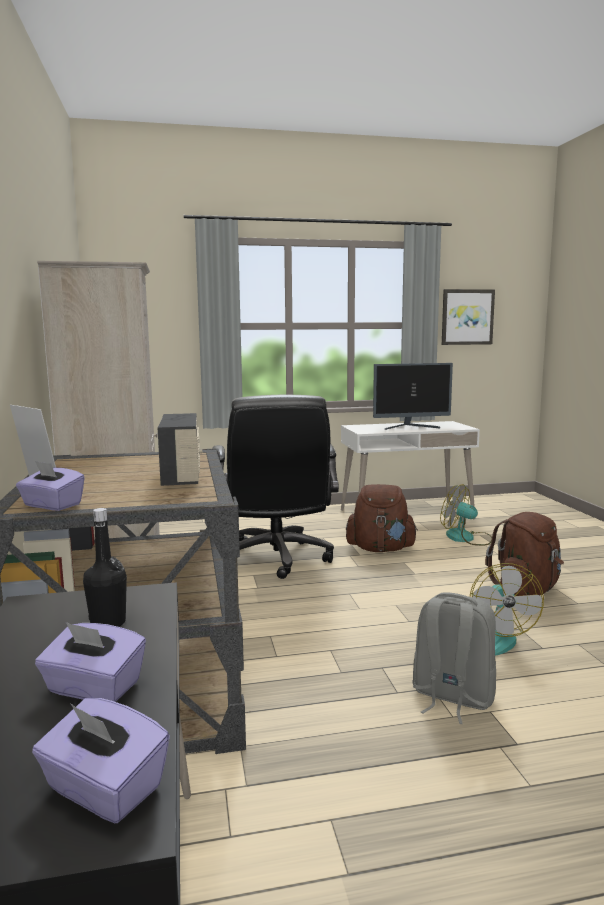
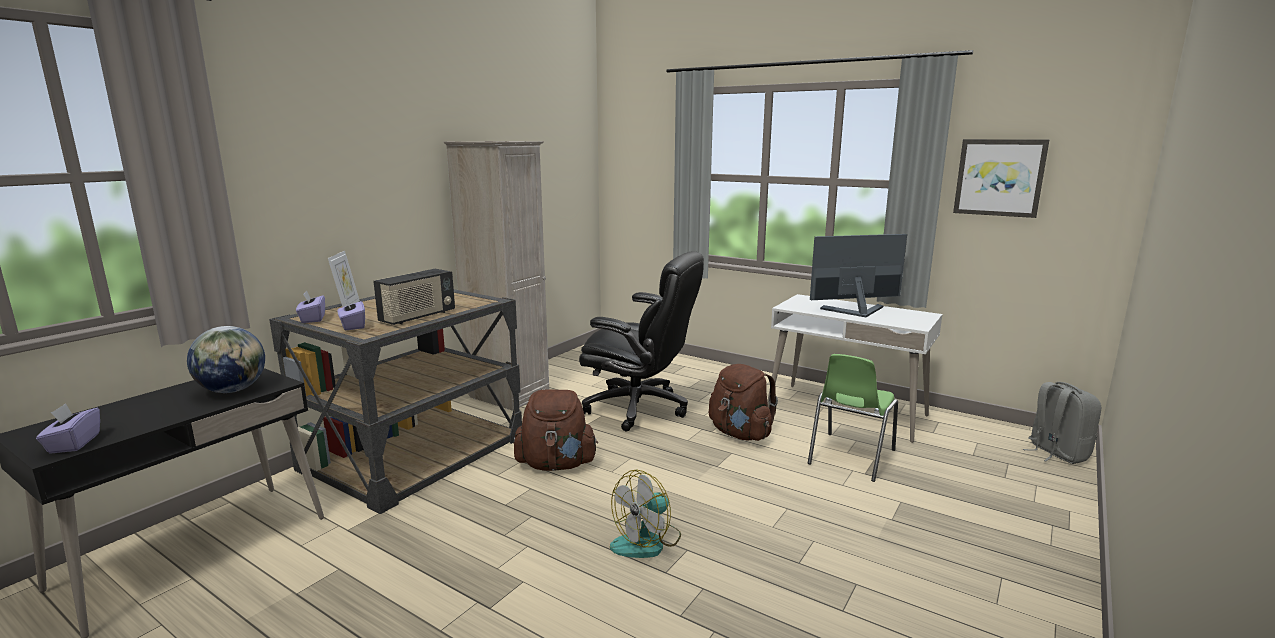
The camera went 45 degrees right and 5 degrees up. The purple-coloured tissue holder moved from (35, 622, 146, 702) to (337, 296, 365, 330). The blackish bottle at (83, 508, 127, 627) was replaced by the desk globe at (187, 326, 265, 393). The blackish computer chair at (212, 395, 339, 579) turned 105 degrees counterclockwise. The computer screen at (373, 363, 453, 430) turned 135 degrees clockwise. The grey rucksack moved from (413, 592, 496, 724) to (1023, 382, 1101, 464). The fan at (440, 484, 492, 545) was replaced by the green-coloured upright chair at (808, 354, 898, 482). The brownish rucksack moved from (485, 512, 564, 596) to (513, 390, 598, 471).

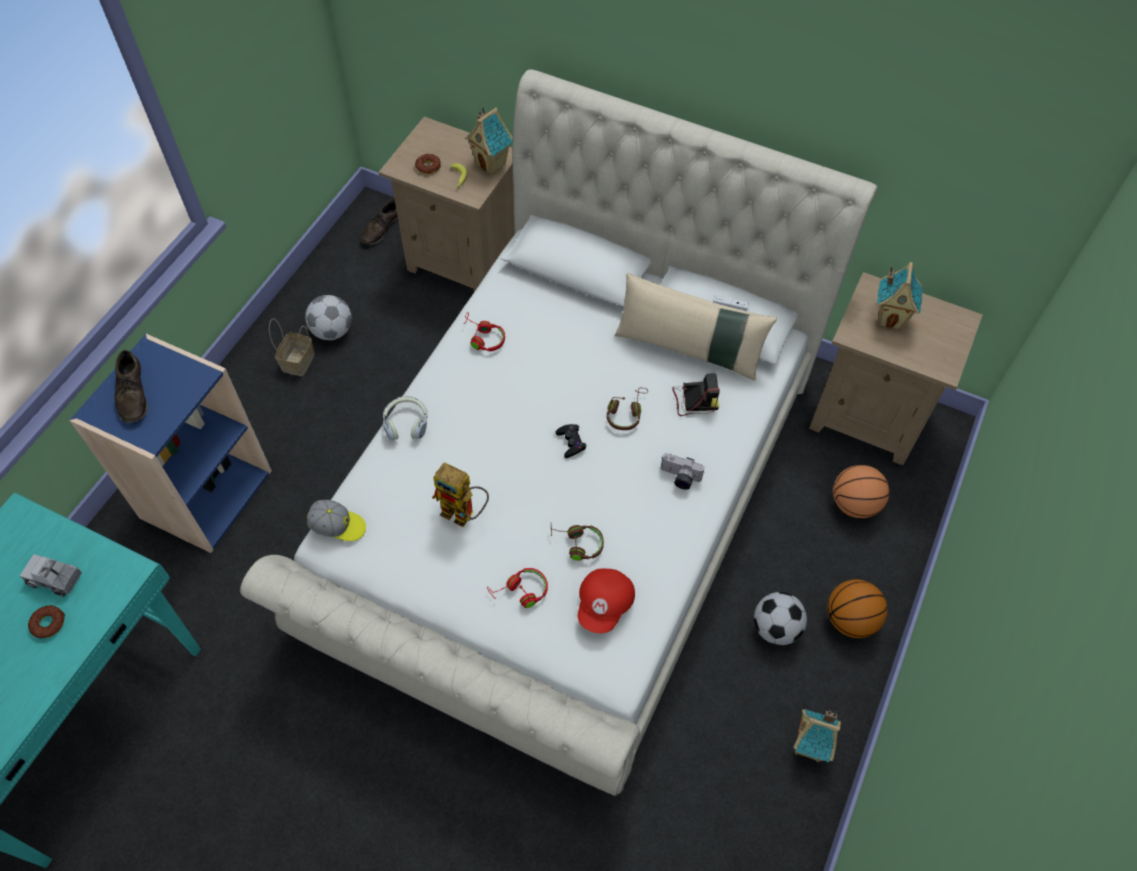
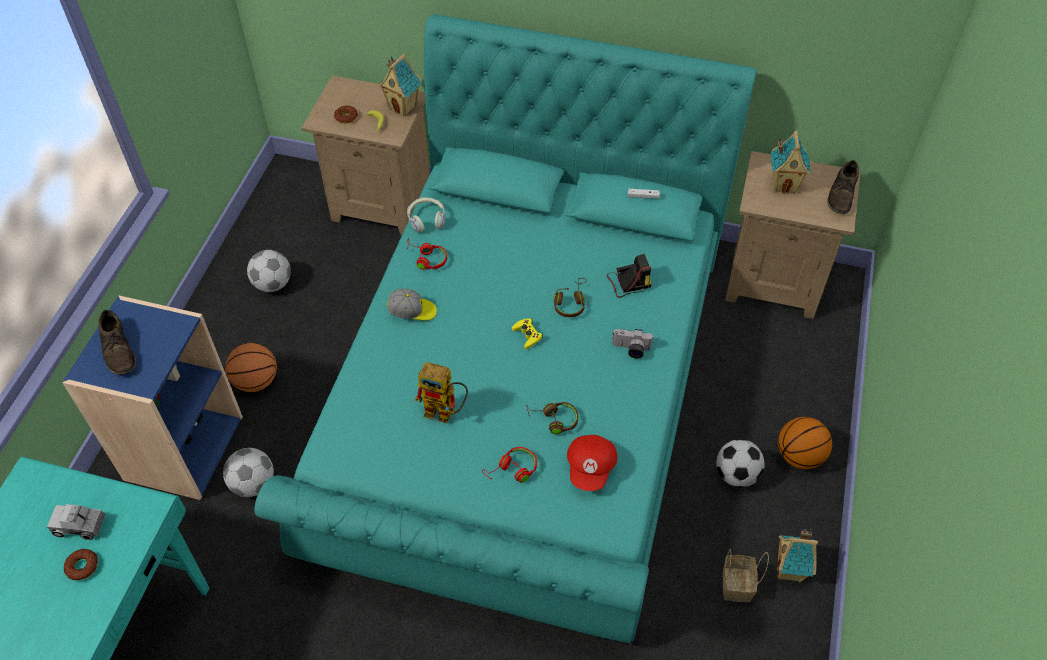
The camera went 10 degrees left and 5 degrees down. The beige sleeping bed at (240, 69, 877, 796) became the turquoise-coloured sleeping bed at (254, 14, 757, 643). The household basket moved from (269, 319, 315, 376) to (723, 549, 769, 602). The cap moved from (307, 500, 366, 541) to (387, 289, 437, 321). The brownish item of footwear moved from (360, 199, 398, 245) to (827, 160, 859, 214). The headphones moved from (383, 396, 427, 440) to (407, 197, 446, 232). The blackish joypad at (555, 424, 586, 458) became the yellow-coloured joypad at (512, 318, 543, 349). The beige cushion at (615, 273, 777, 381) disappeared. The ball for basketball moved from (833, 465, 890, 518) to (225, 343, 277, 392). The ball for football at (223, 448, 274, 497) appeared.

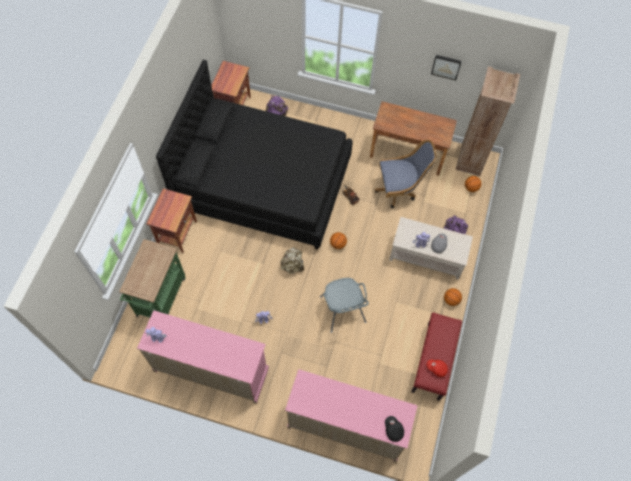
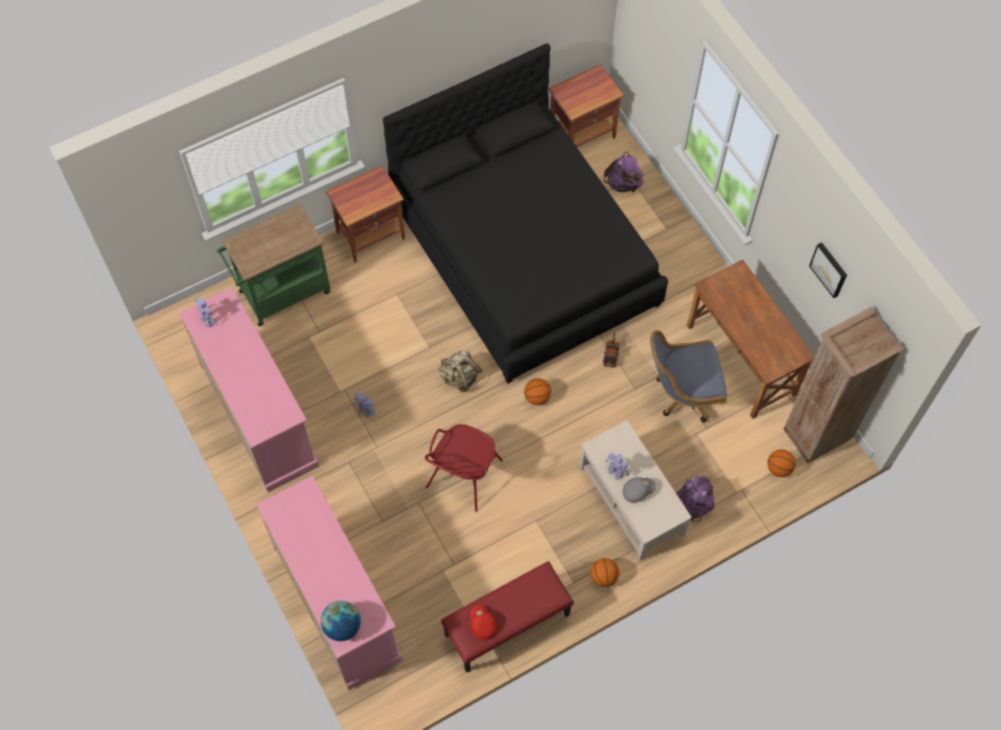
The camera went 45 degrees right and 0 degrees up. The grey upright chair at (320, 278, 369, 333) became the red upright chair at (425, 424, 503, 513). The blue-coloured computer chair at (375, 140, 436, 208) turned 135 degrees clockwise. The blackish cap at (385, 416, 404, 442) was replaced by the desk globe at (321, 601, 361, 641).

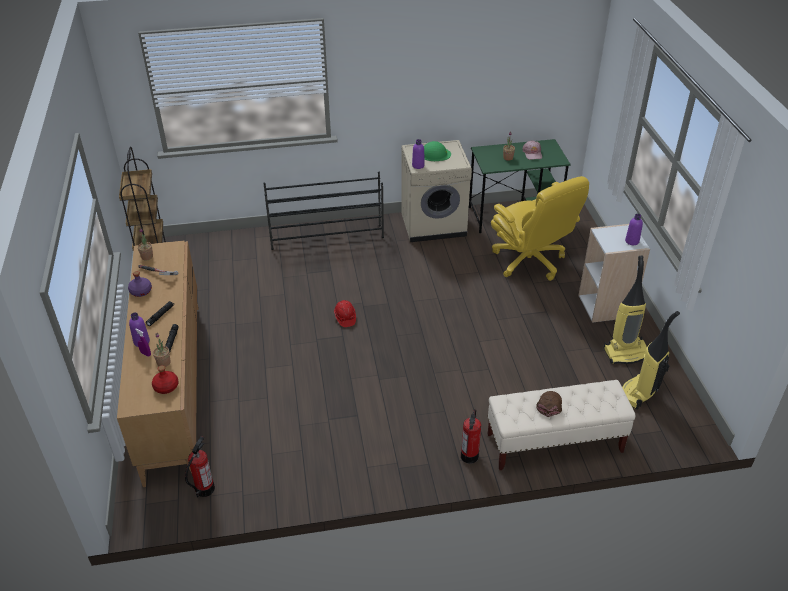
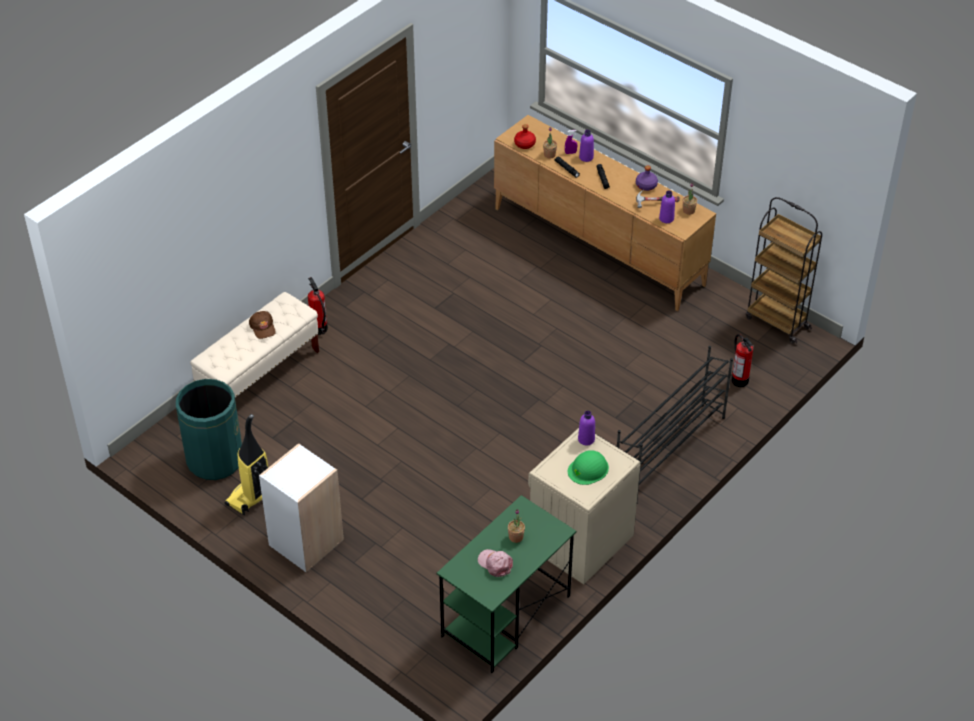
The camera went 140 degrees right and 5 degrees up. The fire-fighting cylinder moved from (185, 436, 215, 498) to (731, 334, 753, 387). The red hard hat at (334, 300, 356, 327) disappeared. The yellow-coloured computer chair at (491, 176, 589, 281) disappeared. The vacuum cleaner at (622, 311, 680, 410) was replaced by the green-coloured rubbish bin at (176, 379, 242, 480). The purple-coloured bottle moved from (625, 214, 643, 245) to (659, 190, 675, 223).

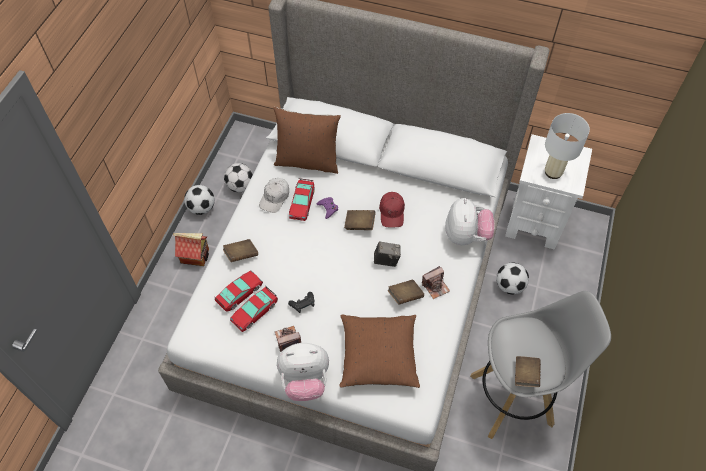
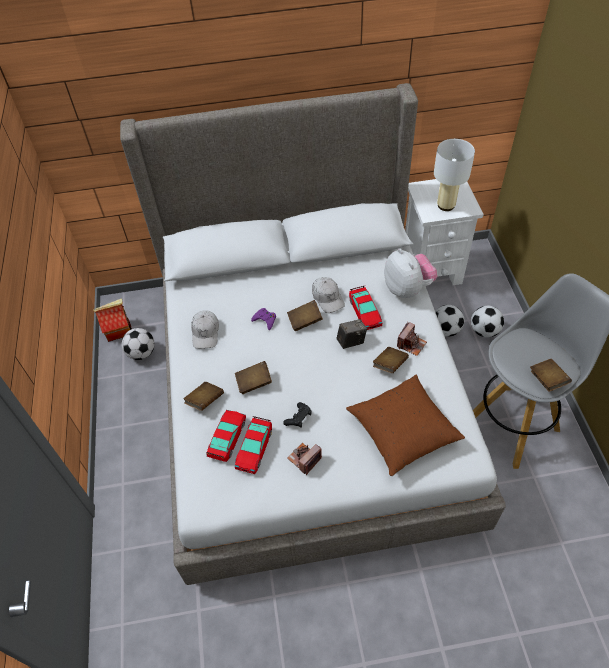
The camera went 25 degrees left and 5 degrees down. The miniature house moved from (173, 233, 209, 266) to (93, 298, 132, 342). The ball for football moved from (184, 185, 215, 215) to (471, 306, 504, 338). The brownish cushion at (273, 107, 341, 174) disappeared. The cuddly toy at (277, 343, 329, 401) disappeared. The miniature car moved from (289, 178, 315, 221) to (349, 286, 382, 330). The red cap at (379, 192, 405, 228) became the whitish cap at (312, 277, 345, 313). The brownish bound book at (235, 361, 272, 394) appeared.

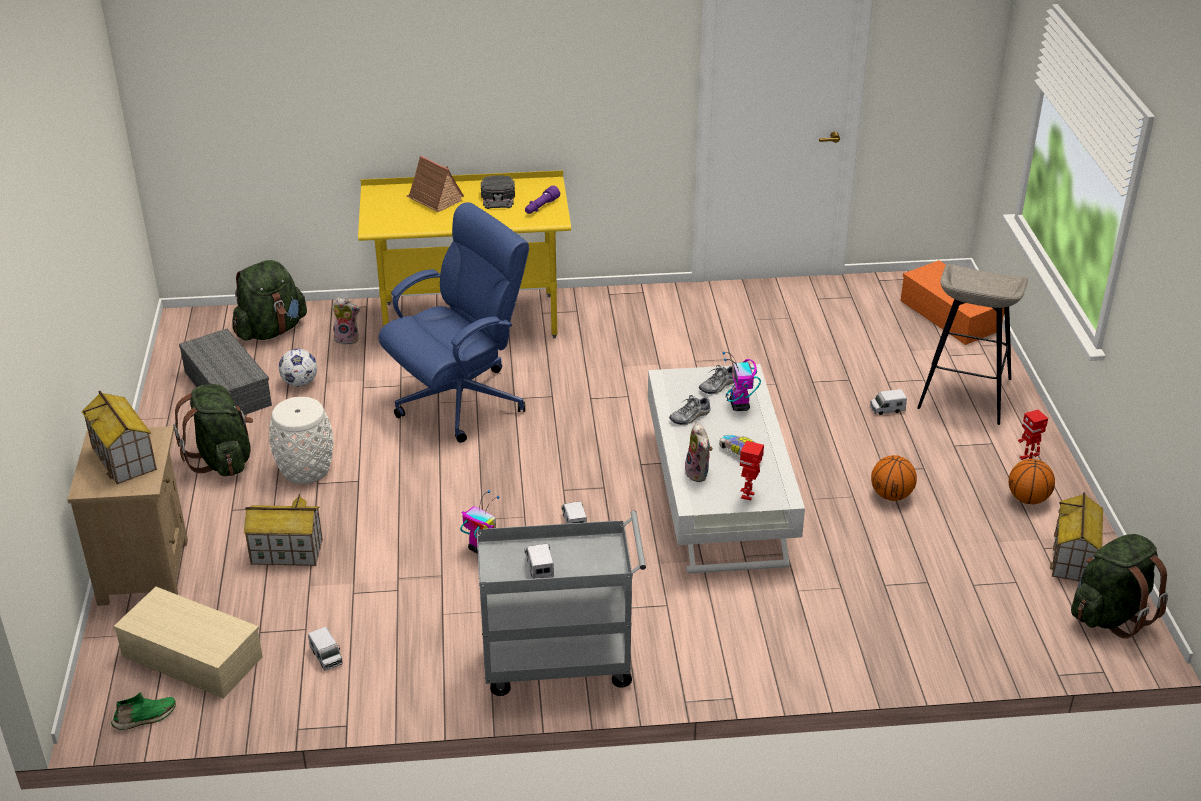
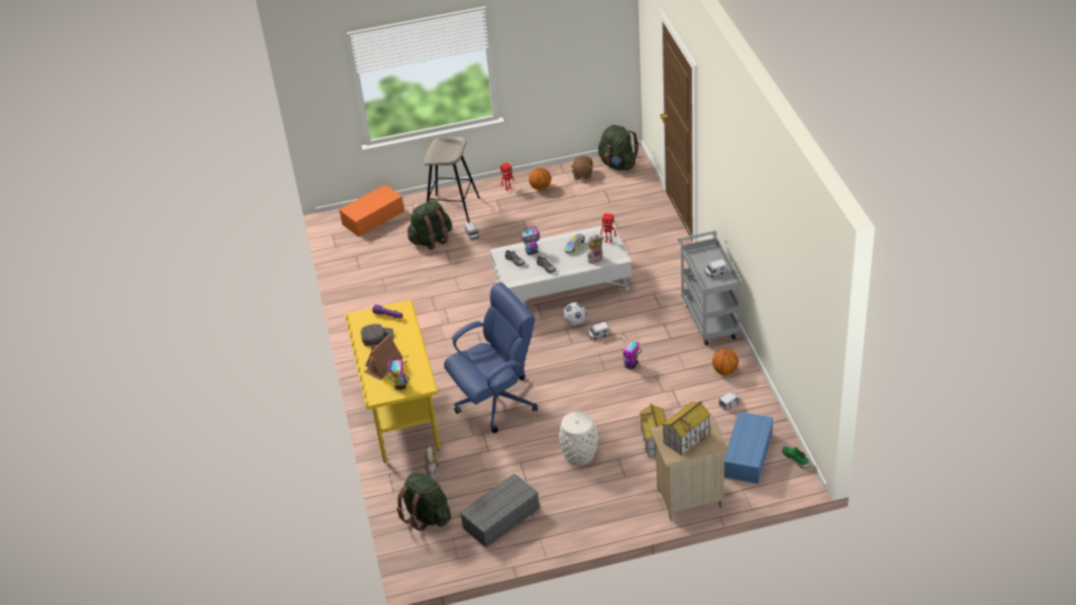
The camera went 95 degrees left and 5 degrees up. The beige storage container at (114, 587, 263, 699) became the blue-coloured storage container at (724, 412, 773, 484). The green-coloured rucksack moved from (173, 384, 253, 476) to (408, 201, 452, 250). The ball for football moved from (279, 349, 317, 387) to (563, 302, 587, 326). The blue-coloured computer chair at (378, 202, 529, 443) turned 105 degrees clockwise. The ball for basketball moved from (871, 455, 917, 501) to (712, 349, 739, 375). The miniature house at (1050, 492, 1103, 581) was replaced by the brownish cuddly toy at (571, 156, 593, 179). The toy robot at (386, 356, 409, 390) appeared.

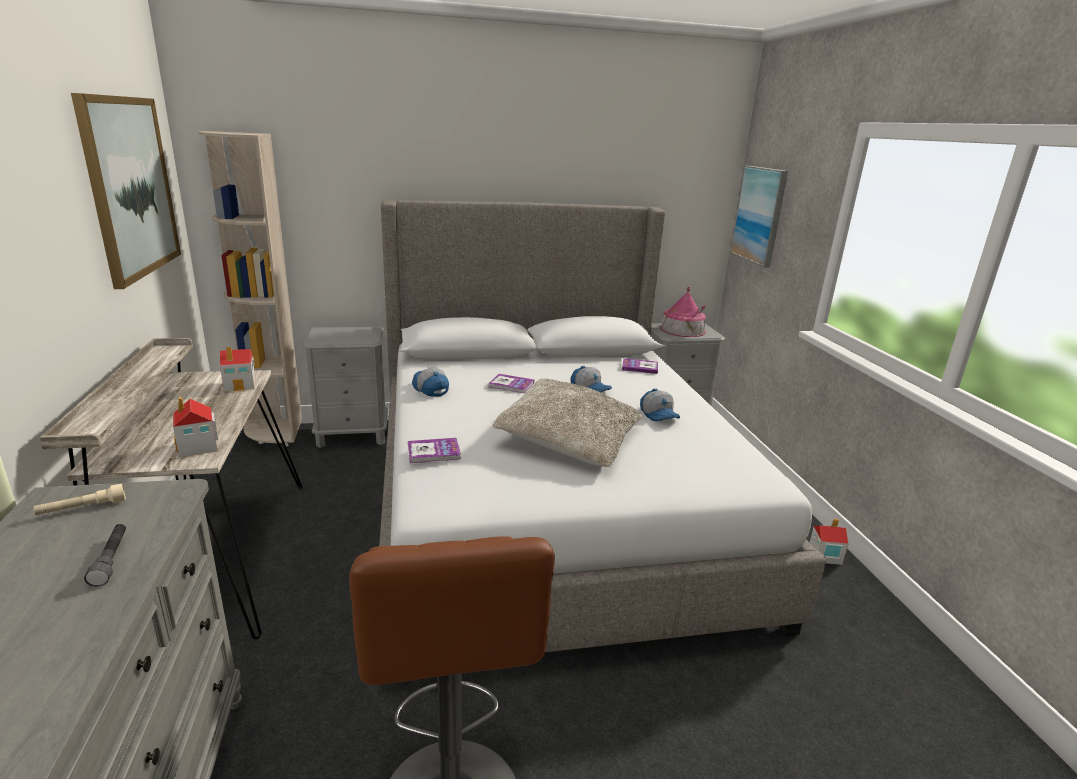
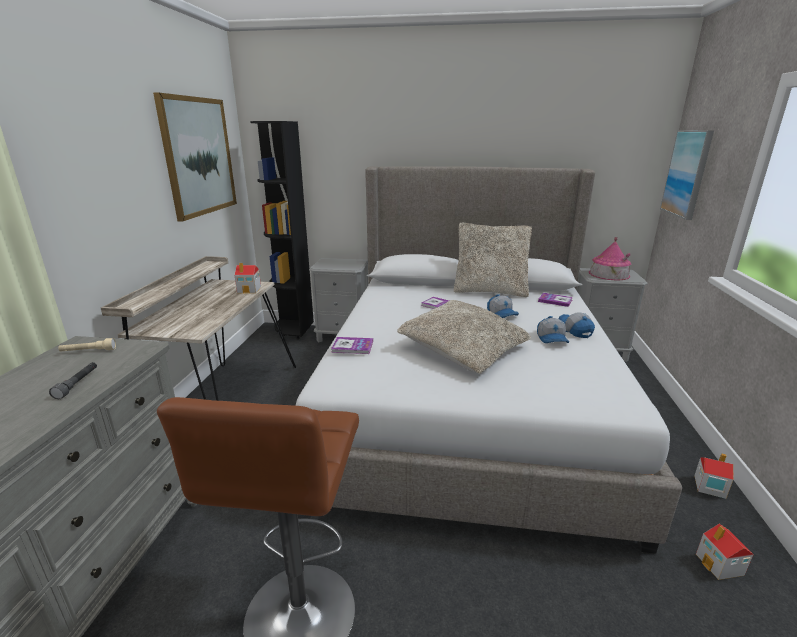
The camera went 20 degrees right and 0 degrees up. The miniature house moved from (173, 397, 218, 458) to (696, 524, 754, 580). The beige bookshelf at (199, 131, 302, 447) became the blackish bookshelf at (250, 121, 314, 339). The cap moved from (412, 368, 449, 397) to (559, 312, 595, 338). The beige cushion at (454, 223, 532, 297) appeared.

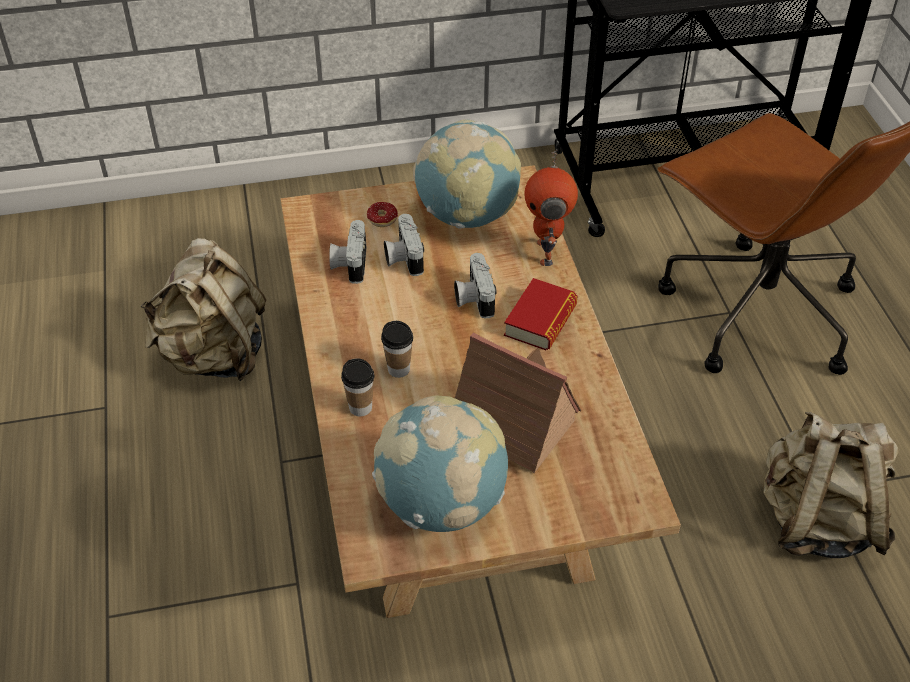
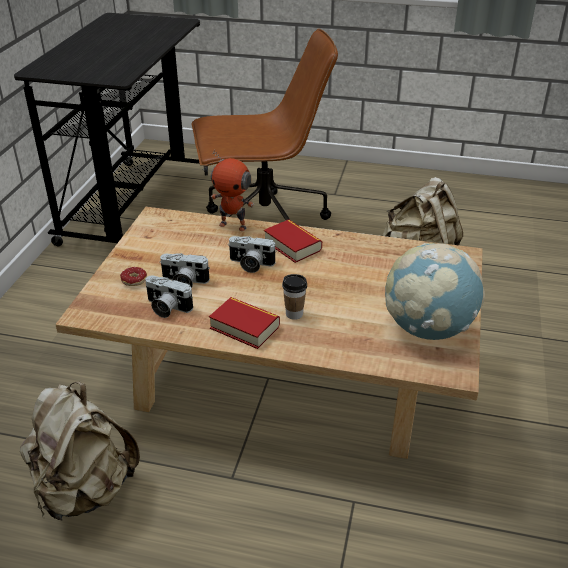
The camera went 65 degrees left and 10 degrees down. The cup at (341, 358, 374, 417) disappeared. The desk globe at (413, 119, 521, 229) disappeared. The miniature house at (454, 333, 581, 473) disappeared. The bound book at (209, 297, 280, 349) appeared.

